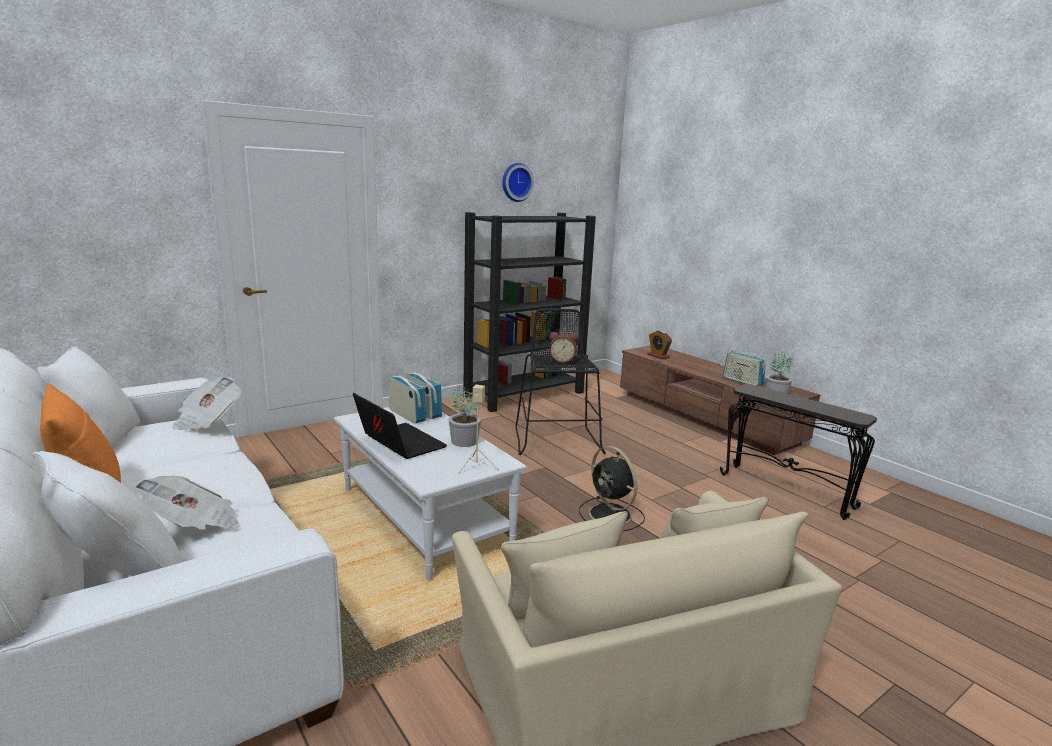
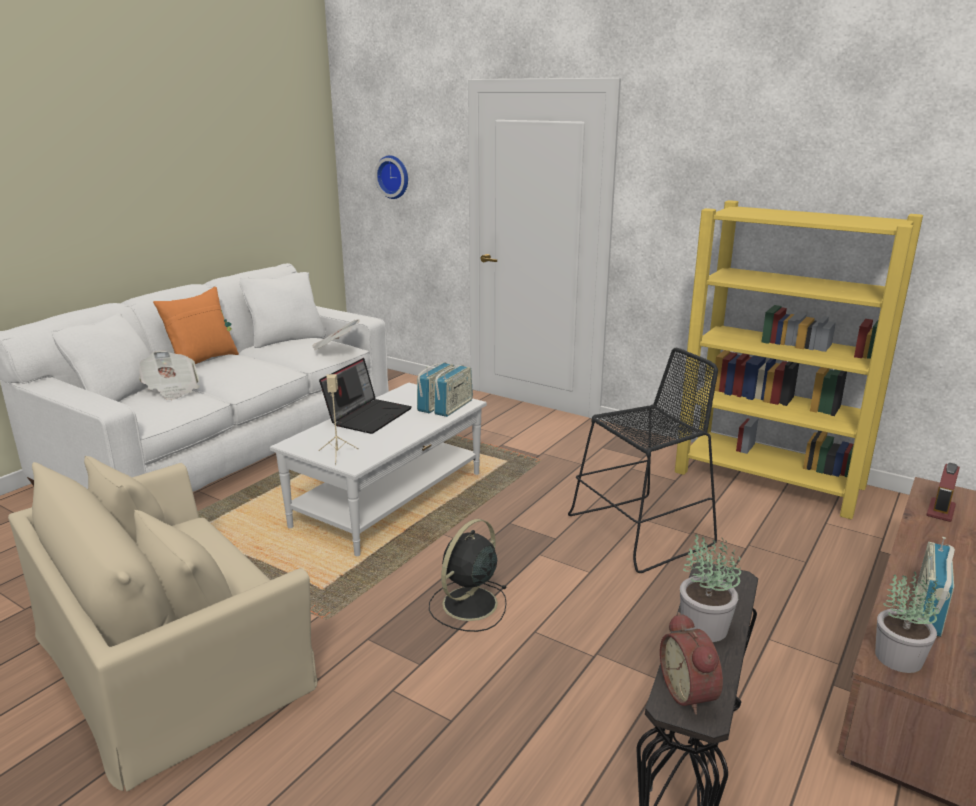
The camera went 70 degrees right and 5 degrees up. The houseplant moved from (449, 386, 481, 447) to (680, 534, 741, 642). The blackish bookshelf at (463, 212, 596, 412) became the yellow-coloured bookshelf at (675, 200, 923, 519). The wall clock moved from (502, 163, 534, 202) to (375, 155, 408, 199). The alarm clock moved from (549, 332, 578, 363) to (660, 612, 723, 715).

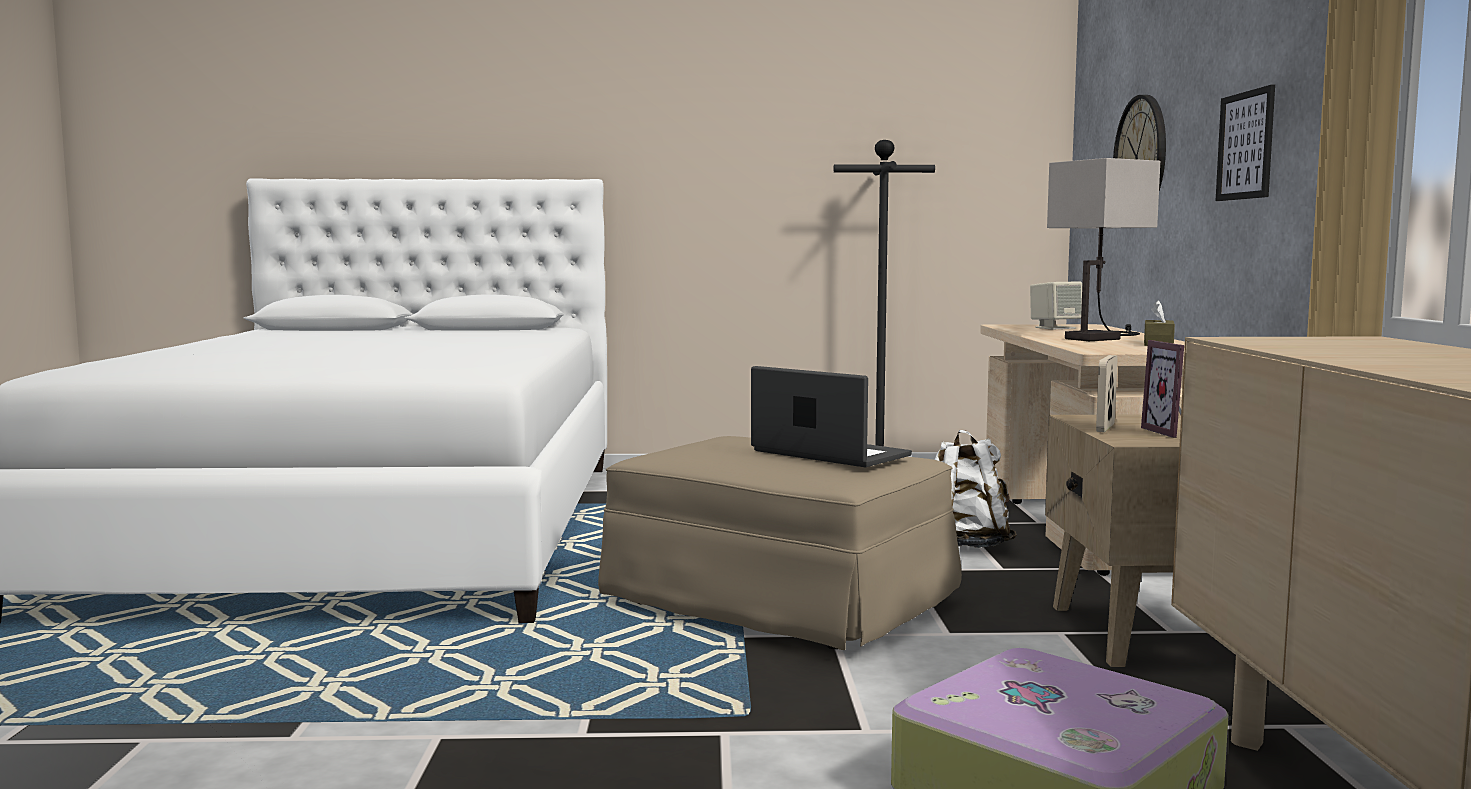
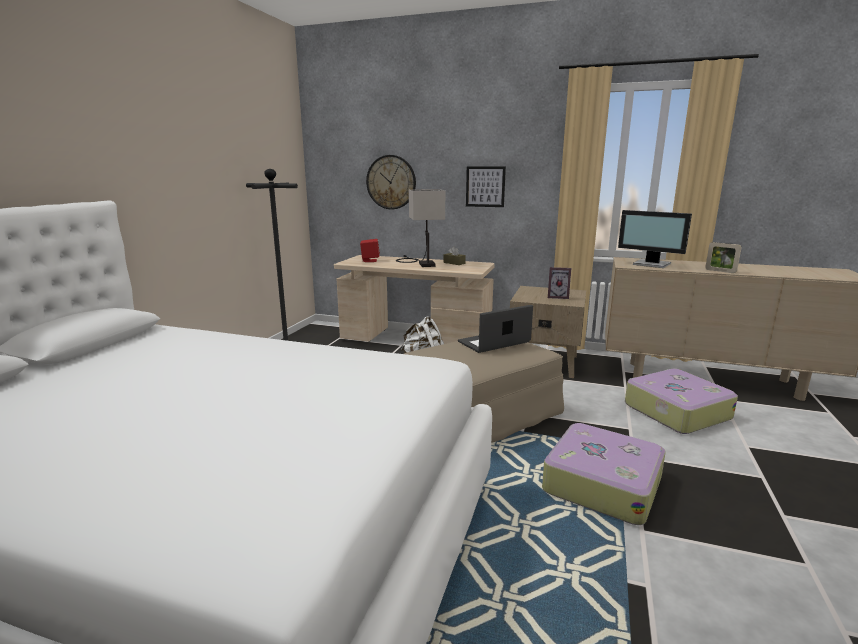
The camera went 70 degrees left and 10 degrees up. The beige speaker at (1030, 281, 1082, 330) became the red speaker at (360, 239, 380, 262). The photo frame moved from (1096, 355, 1117, 432) to (705, 242, 742, 273). The travel case at (542, 423, 666, 525) appeared. The computer screen at (618, 210, 692, 268) appeared.

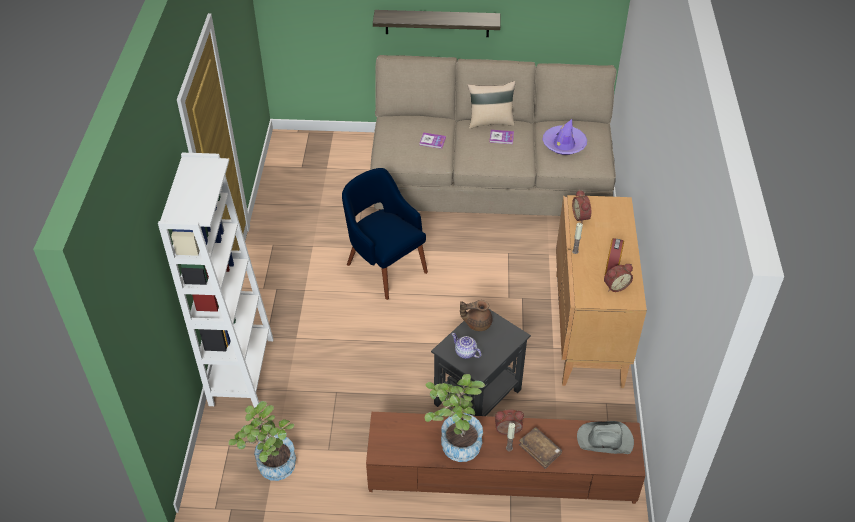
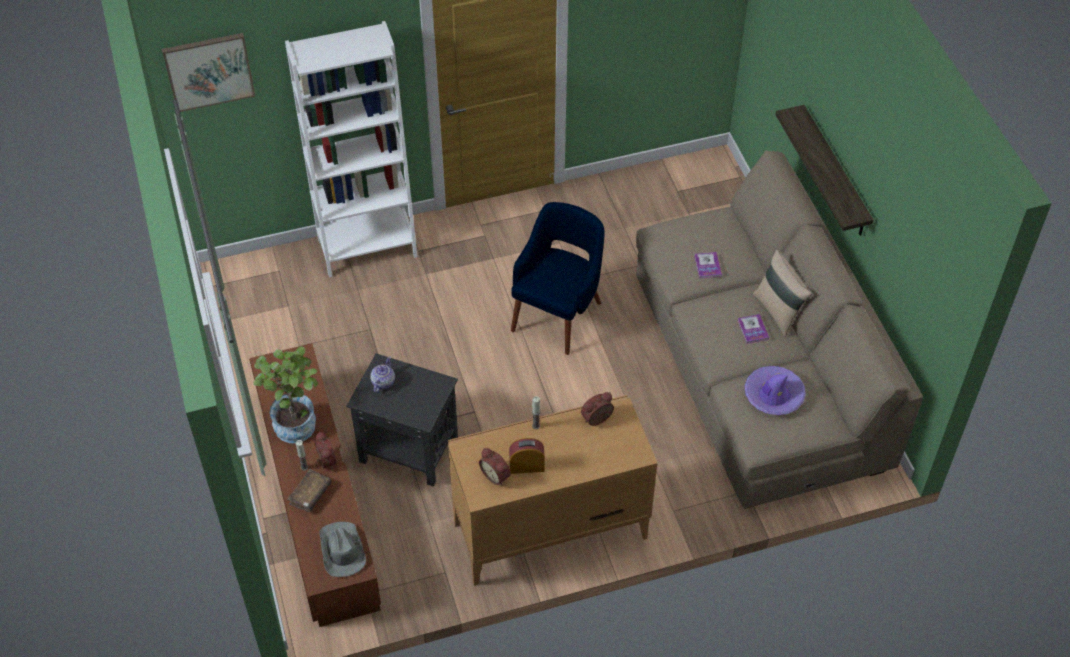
The camera went 70 degrees right and 5 degrees up. The houseplant at (228, 401, 296, 481) disappeared. The brownish pot for tea at (460, 300, 492, 331) disappeared. The wall art at (162, 33, 255, 112) appeared.

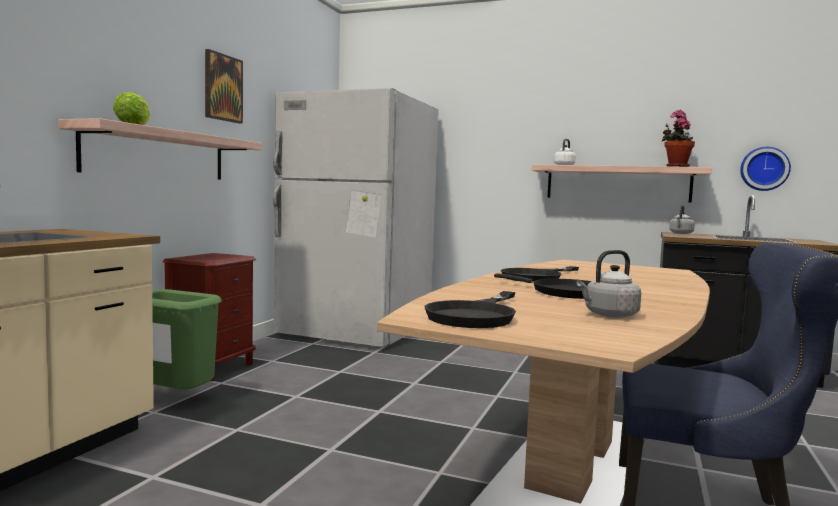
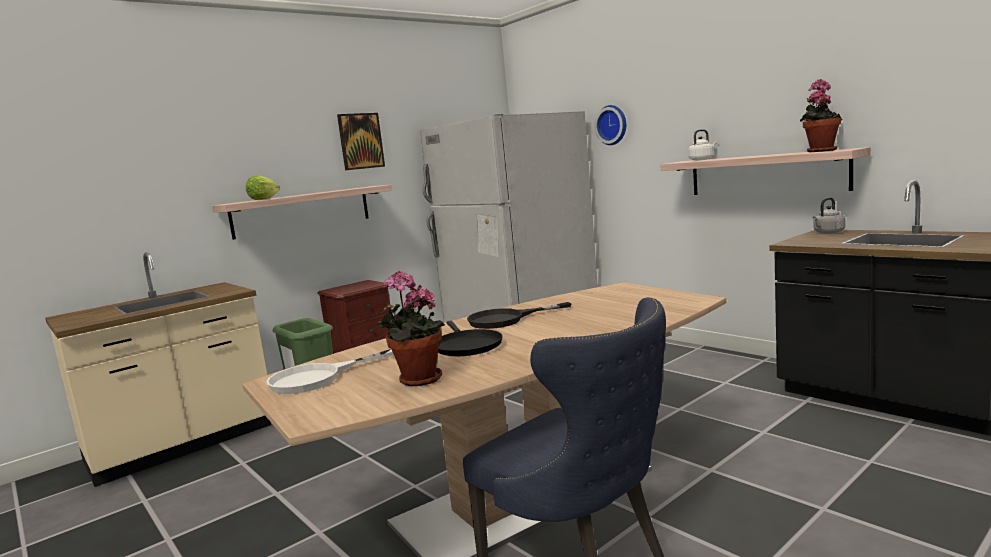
The camera went 30 degrees right and 5 degrees up. The blackish skillet at (425, 291, 516, 328) became the whitish skillet at (266, 349, 394, 394). The grey water kettle at (576, 250, 641, 318) was replaced by the houseplant at (378, 271, 445, 386). The wall clock moved from (740, 147, 791, 191) to (594, 105, 626, 145).

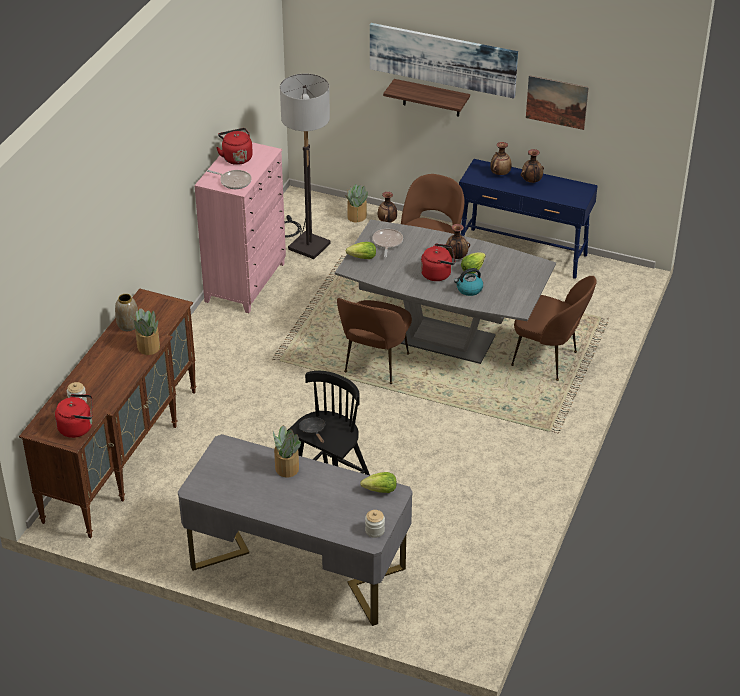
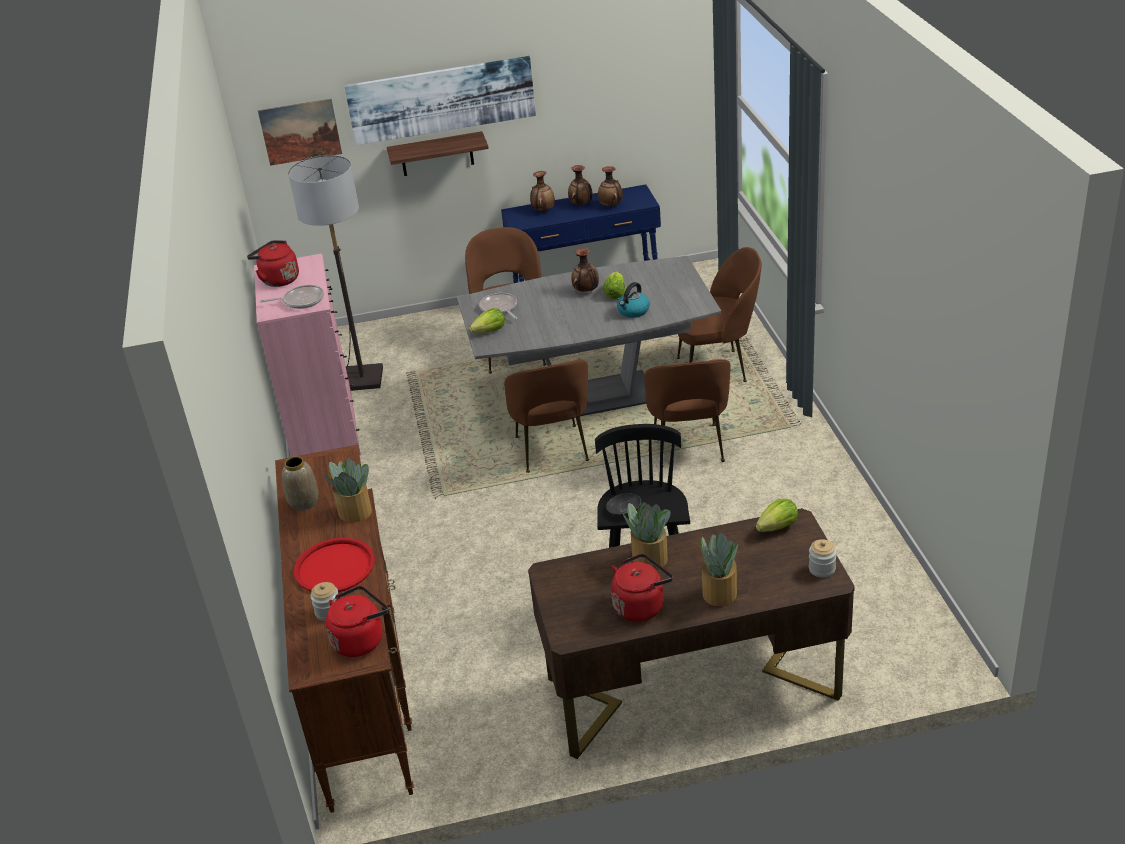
The camera went 30 degrees left and 5 degrees down. The grey desk unit at (178, 434, 413, 626) became the brownish desk unit at (528, 508, 855, 759). The houseplant moved from (345, 184, 368, 222) to (701, 533, 738, 606). The flower vase moved from (377, 192, 397, 222) to (598, 166, 623, 207). The red water kettle moved from (421, 243, 455, 281) to (611, 554, 673, 622). The wall art moved from (526, 75, 589, 130) to (258, 99, 342, 166). The red tray at (294, 538, 375, 592) appeared. The brownish upright chair at (644, 359, 731, 462) appeared.

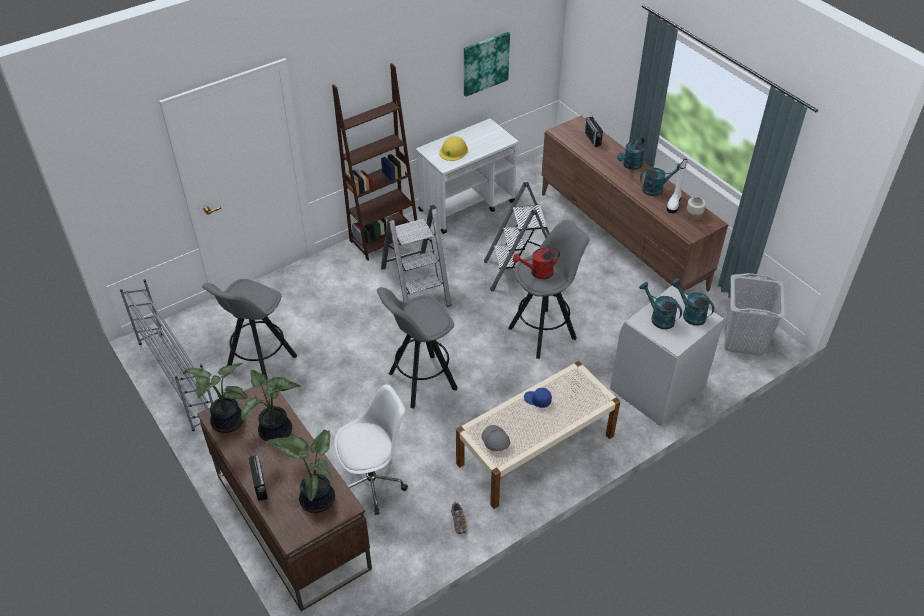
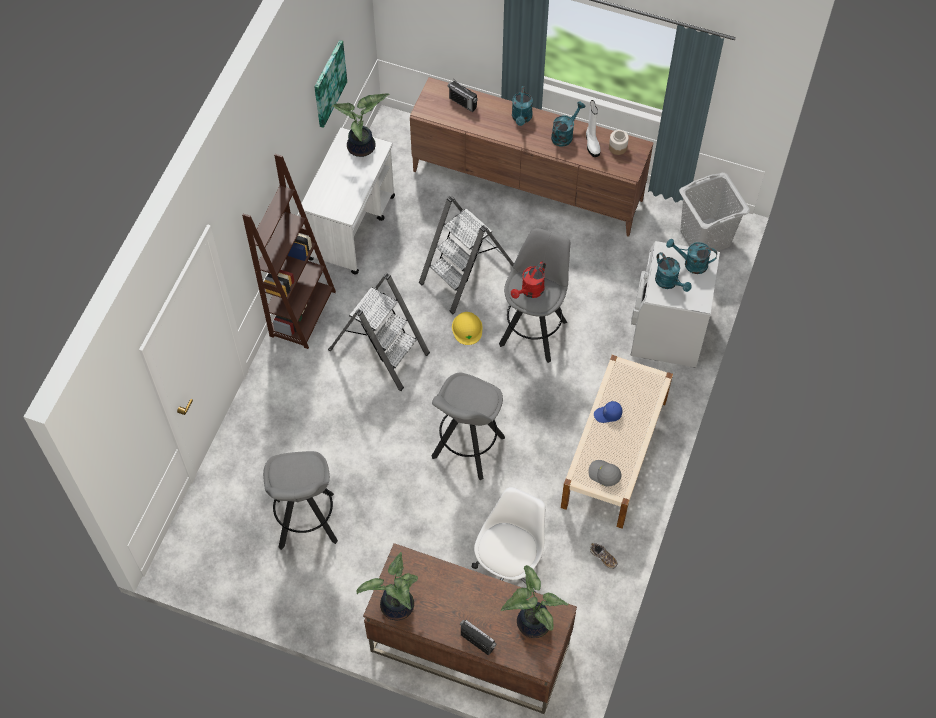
The camera went 35 degrees left and 15 degrees up. The grey shoe rack at (120, 279, 213, 431) disappeared. The houseplant moved from (241, 370, 301, 441) to (333, 93, 390, 157). The yellow-coloured hard hat moved from (439, 136, 468, 161) to (452, 312, 483, 345). The turquoise-coloured watering can at (639, 282, 682, 329) turned 135 degrees counterclockwise.

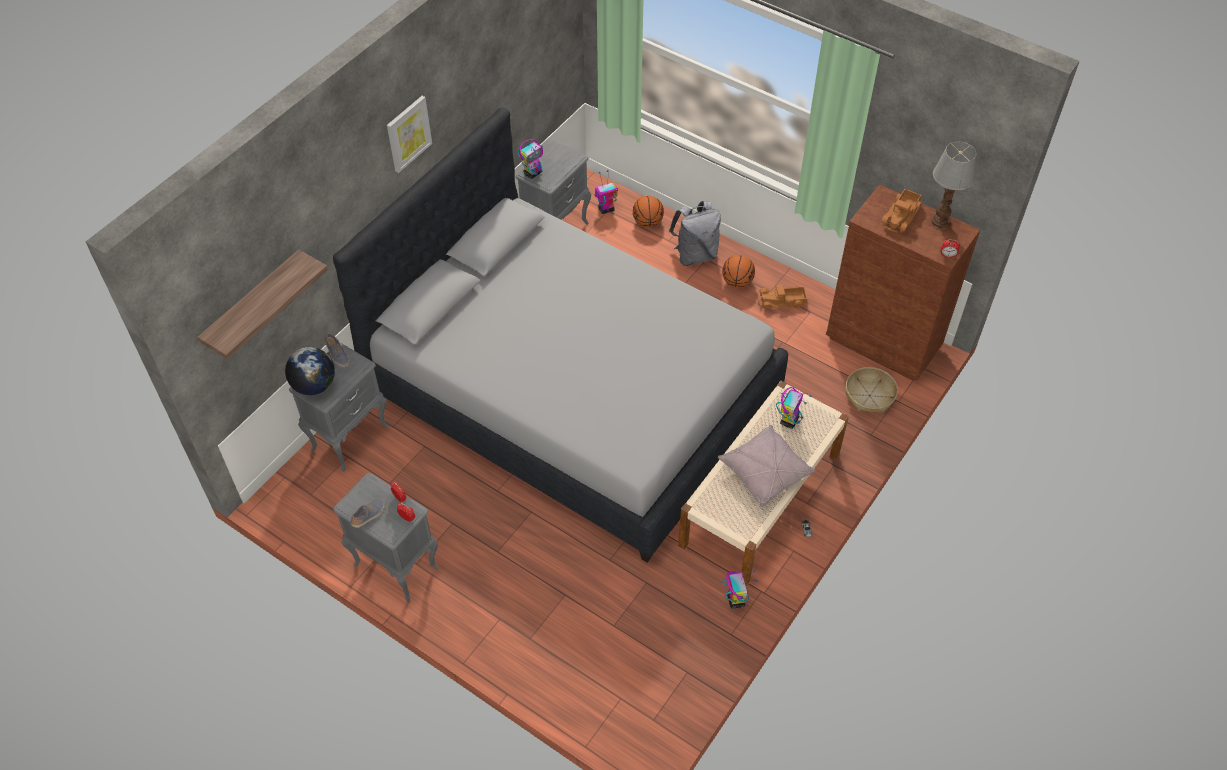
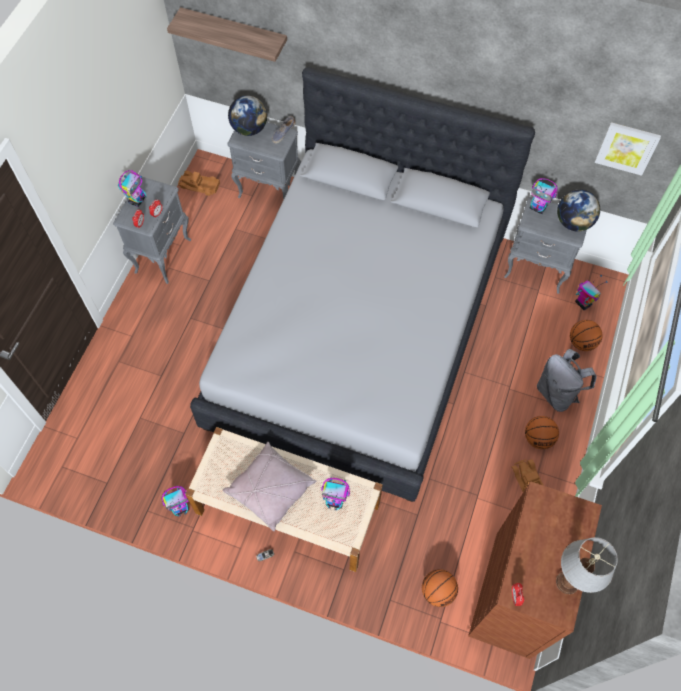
The camera went 75 degrees right and 10 degrees up. The item of footwear at (351, 498, 385, 528) was replaced by the toy robot at (118, 170, 146, 207). The wall art moved from (387, 96, 432, 173) to (595, 122, 661, 176). The household basket at (846, 367, 898, 413) was replaced by the ball for basketball at (422, 569, 458, 607). The model truck moved from (881, 189, 922, 233) to (178, 171, 220, 196). The desk globe at (557, 189, 600, 232) appeared.

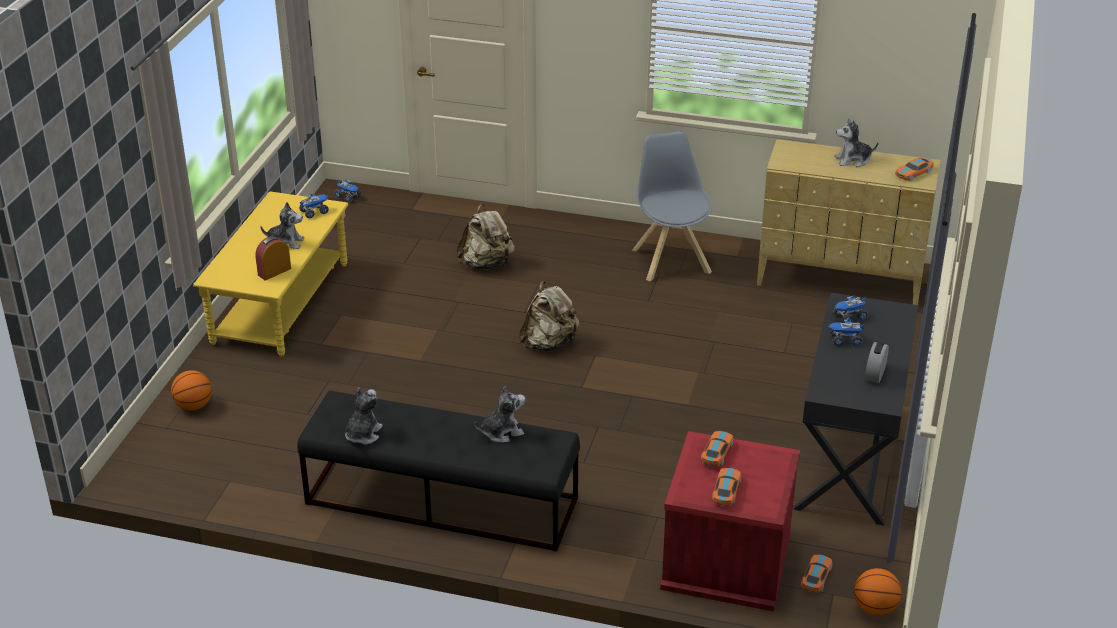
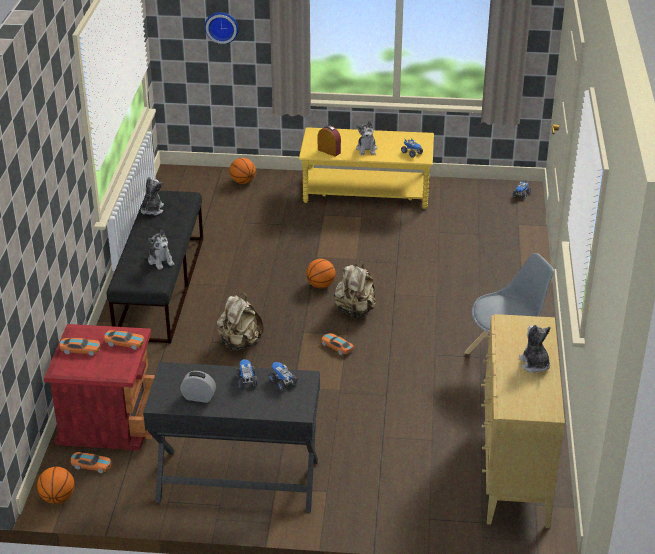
The camera went 80 degrees right and 0 degrees up. The cuddly toy at (345, 387, 383, 445) turned 90 degrees counterclockwise. The beige rucksack moved from (456, 204, 515, 269) to (217, 293, 264, 351). The miniature car moved from (895, 157, 934, 181) to (321, 333, 354, 355). The wall clock at (205, 12, 239, 44) appeared. The ball for basketball at (306, 259, 336, 288) appeared.

